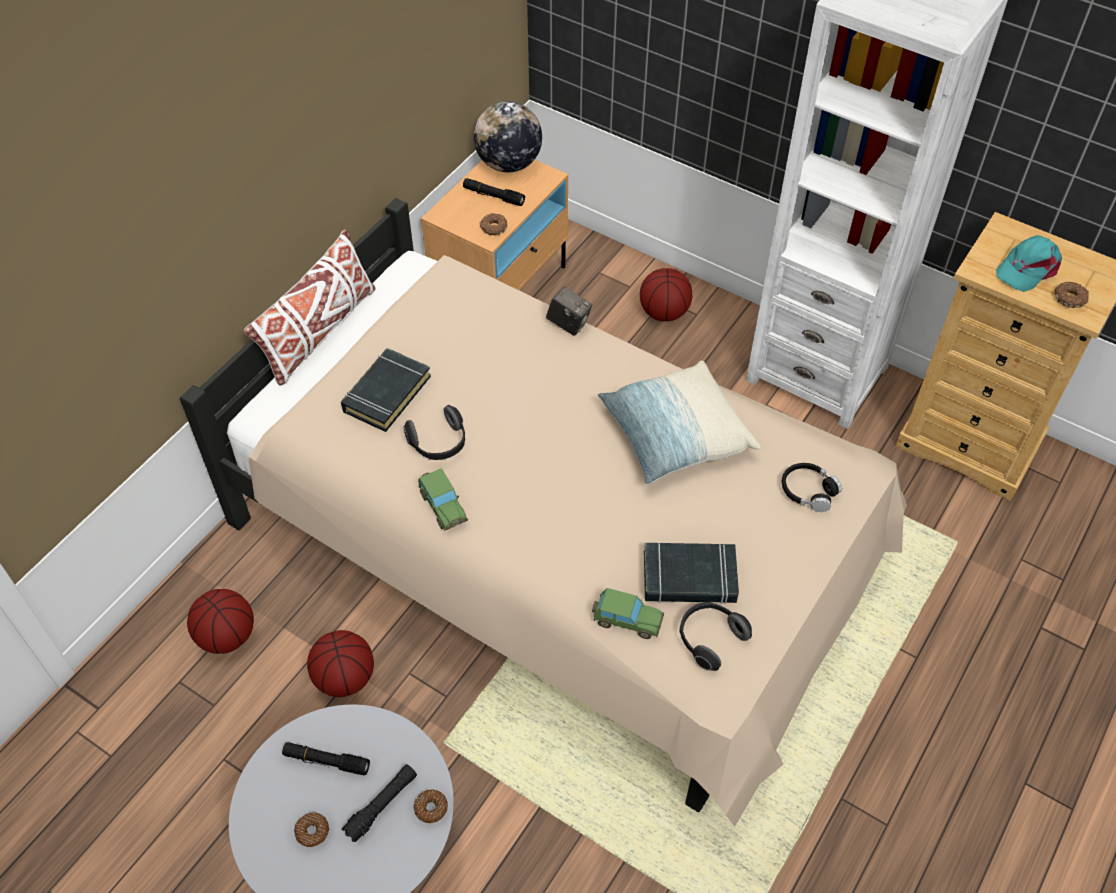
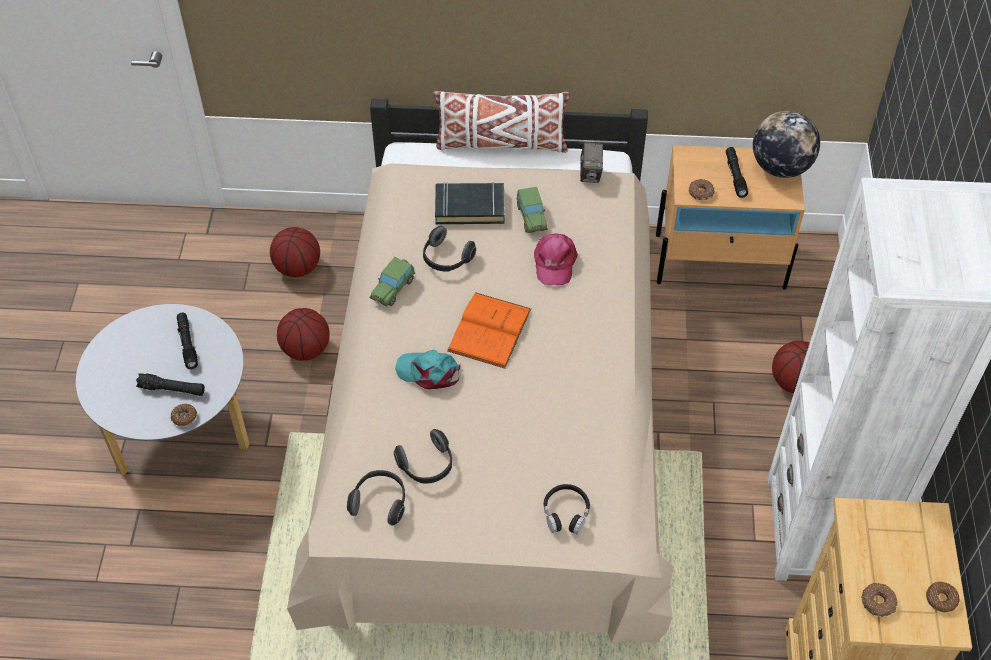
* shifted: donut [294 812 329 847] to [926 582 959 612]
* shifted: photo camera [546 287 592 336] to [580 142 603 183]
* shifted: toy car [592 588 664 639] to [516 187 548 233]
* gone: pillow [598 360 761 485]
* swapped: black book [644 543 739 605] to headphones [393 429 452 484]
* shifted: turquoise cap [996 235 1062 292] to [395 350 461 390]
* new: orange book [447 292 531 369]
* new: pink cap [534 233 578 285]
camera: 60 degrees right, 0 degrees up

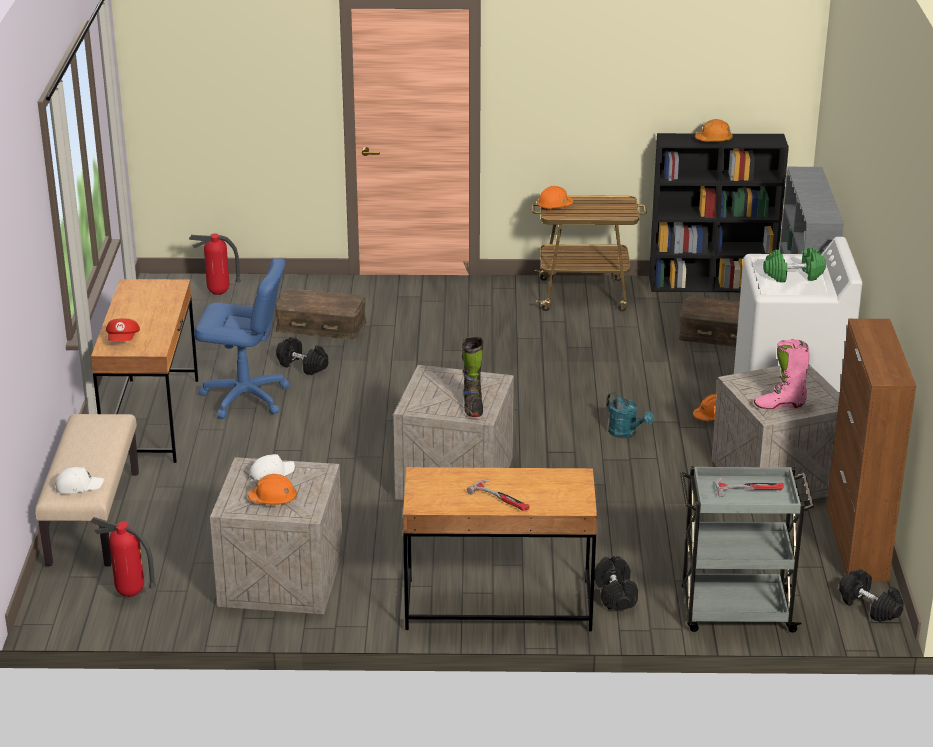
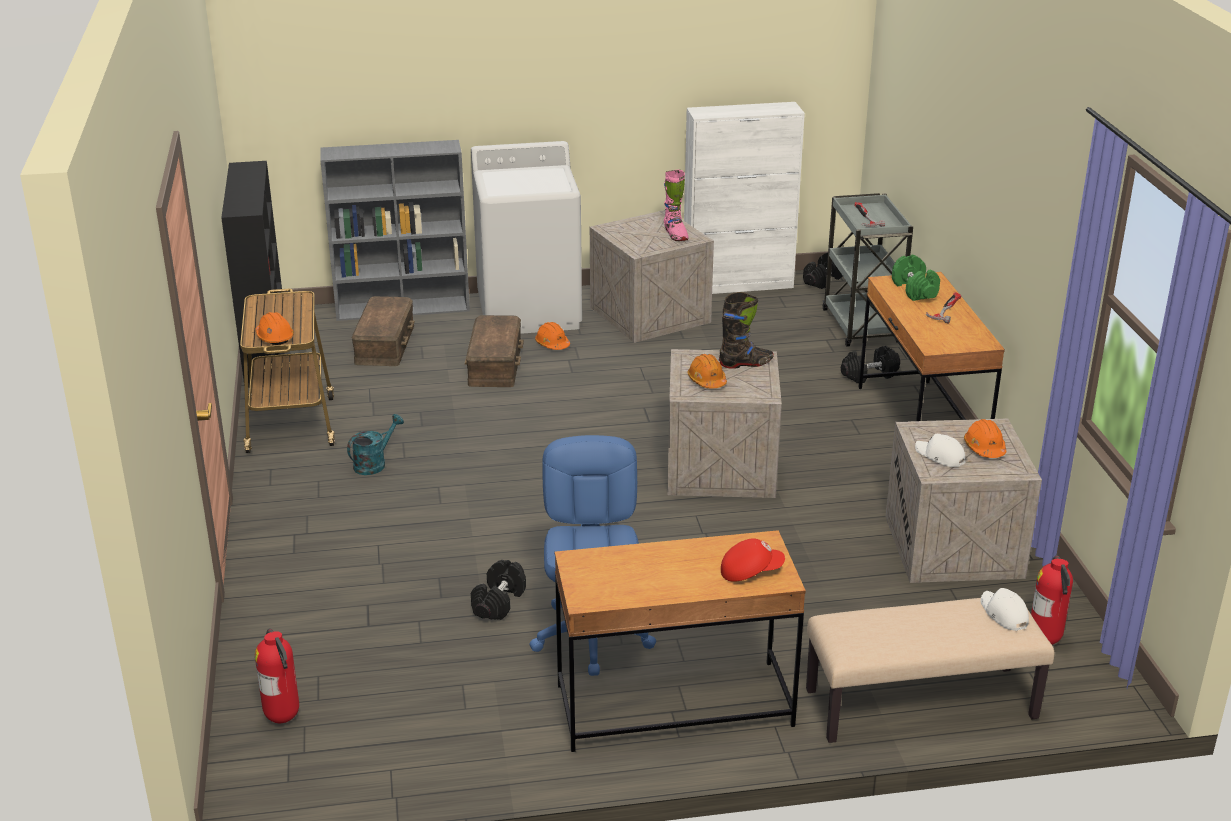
* shifted: brown storage box [275 289 366 340] to [465 315 524 387]
* shifted: turquoise watering can [607 392 654 438] to [347 414 404 475]
* shifted: orange hard hat [695 119 733 142] to [688 354 727 388]
* shifted: green dumbbell [763 248 826 282] to [892 255 940 301]
* repainted: brown cabinet [826 319 916 581] to white cabinet [684 102 805 294]
camera: 100 degrees left, 0 degrees up

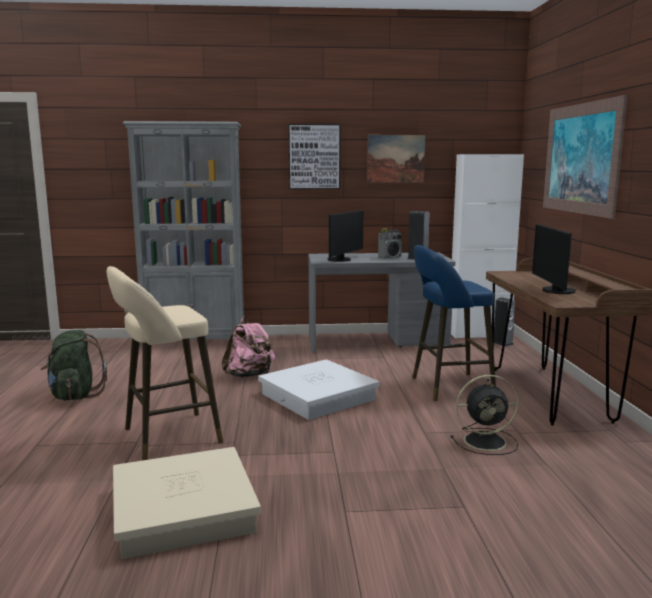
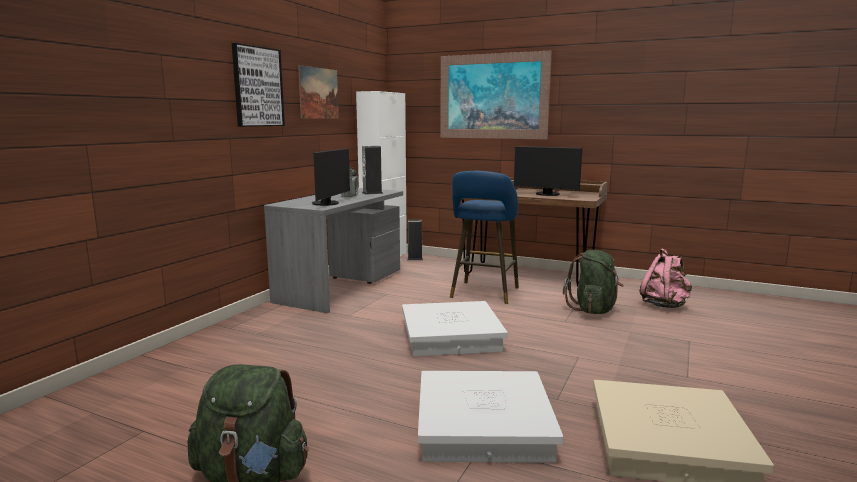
* swapped: beige stool [107 266 223 460] to white storage box [418 371 563 463]
* gone: grey bookcase [123 121 244 349]
* shifted: pink backpack [222 316 275 377] to [640 248 692 308]
* rotated: monitor [327 210 363 262] = [312 148 350 206] 45 degrees clockwise
* swapped: black fan [450 375 519 455] to green backpack [563 250 624 314]
camera: 60 degrees left, 0 degrees up

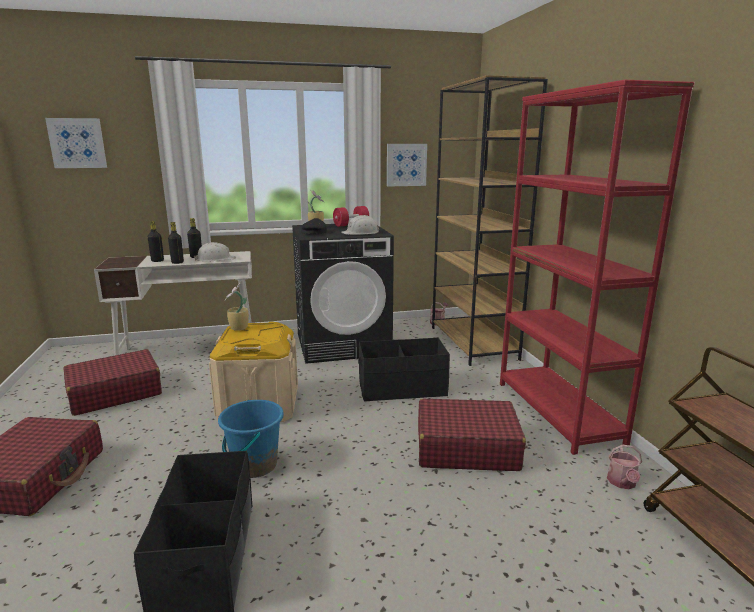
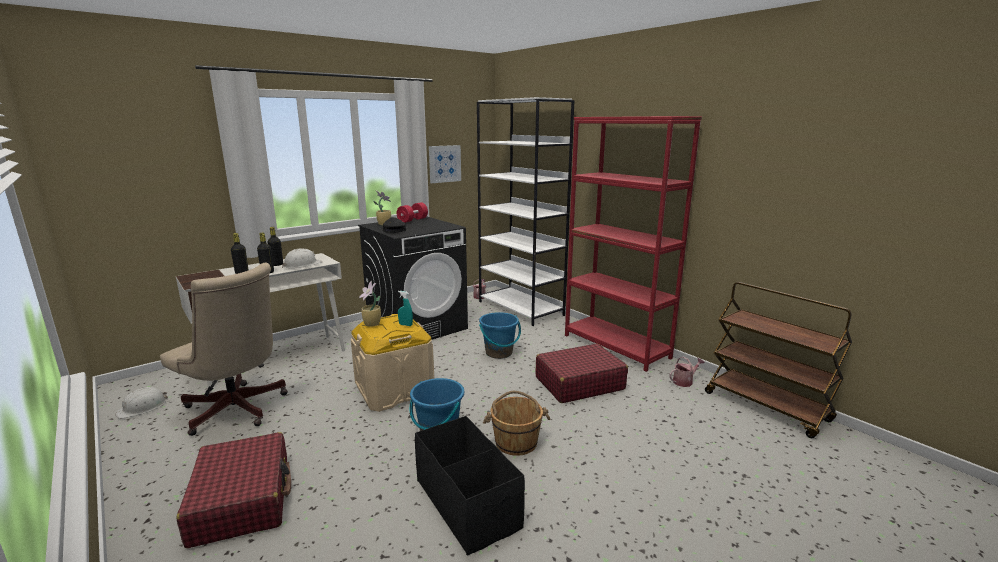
* gone: picture [45 118 107 168]
* swapped: red suitcase [63 349 162 416] to beige office chair [160 263 288 436]
* shifted: white hard hat [341 215 379 235] to [115 387 168 419]
* swapped: black storage box [358 338 450 402] to blue bucket [479 312 521 359]
* repainted: brown bookcase [432 75 548 366] to white bookcase [477 97 574 326]
* rotated: watering can [607 445 642 489] = [669 356 705 387] 105 degrees counterclockwise
* new: turquoise spray bottle [398 291 413 326]
* new: brown bucket [483 391 550 456]
camera: 25 degrees left, 0 degrees up

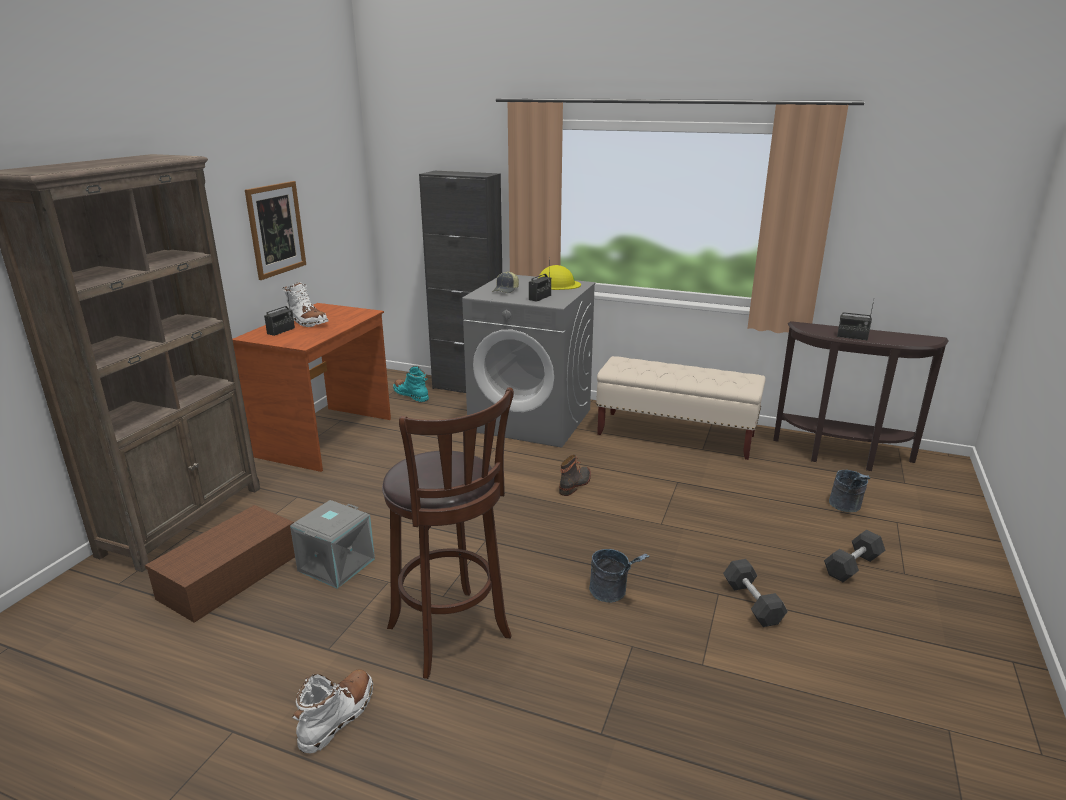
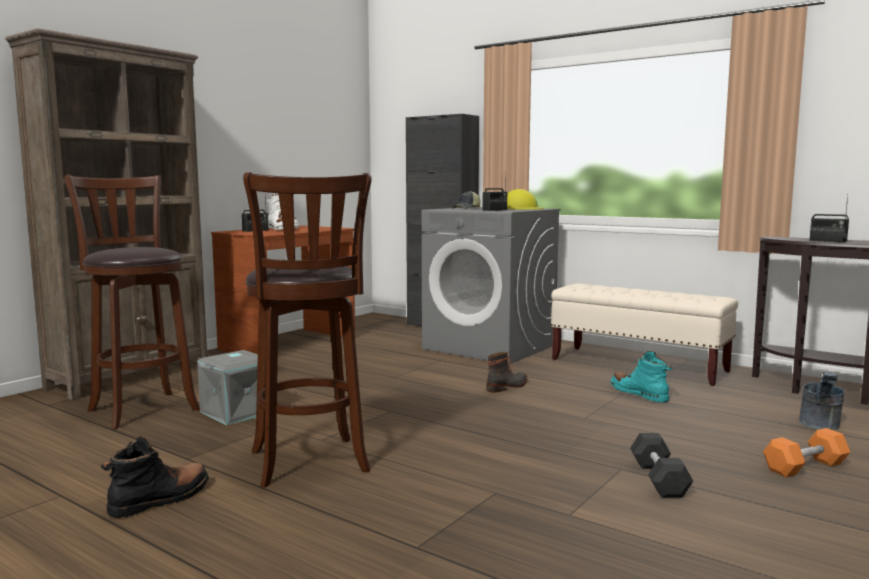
* swapped: brown storage box [145 505 295 623] to brown stool [64 175 200 429]
* gone: picture [245 181 306 280]
* repainted: white boot [292 669 373 754] to black boot [100 437 209 518]
* shifted: turquoise boot [393 366 429 402] to [610 351 673 402]
* gone: grey bucket [589 549 650 602]
* repainted: black dumbbell [824 530 886 582] to orange dumbbell [763 428 850 477]
camera: 15 degrees right, 15 degrees down

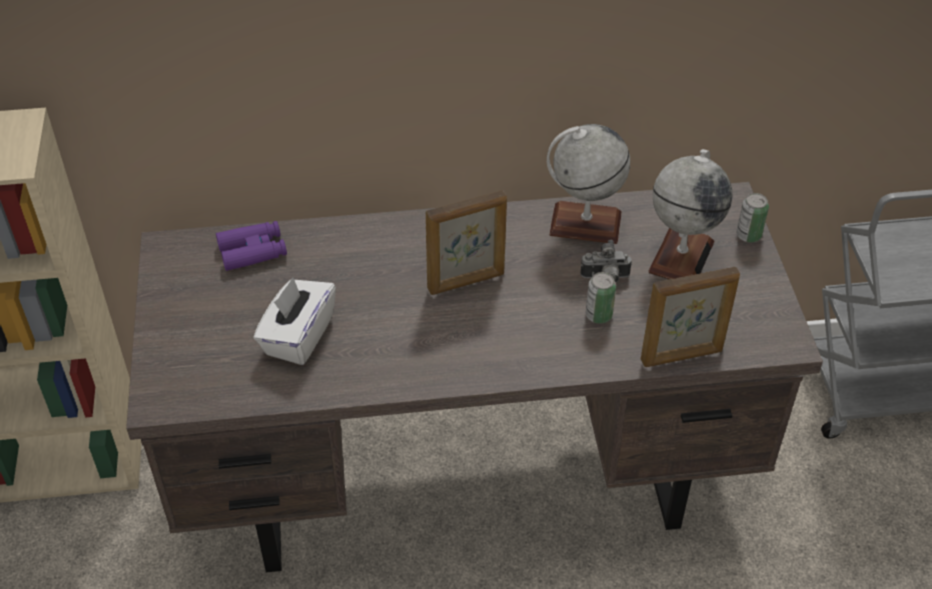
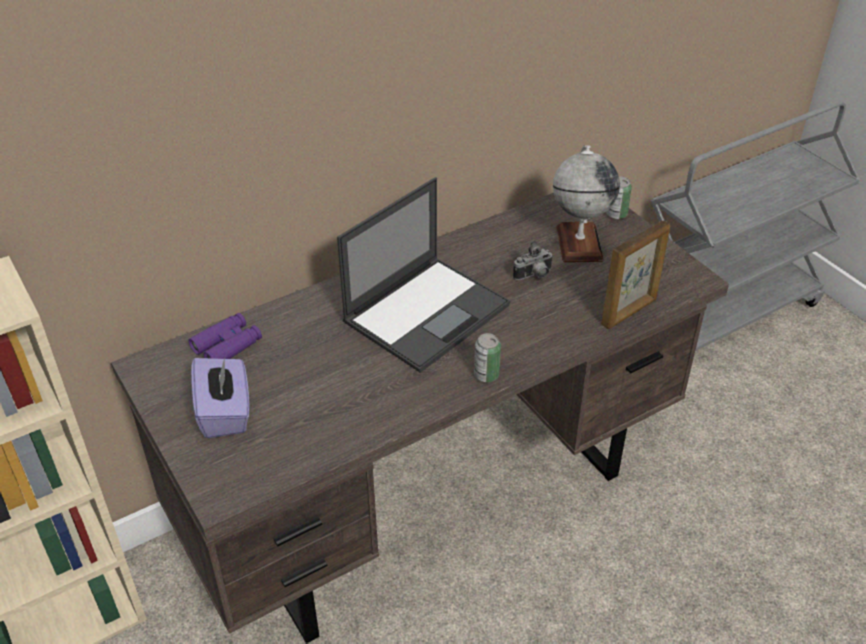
* gone: white tissue box [254 277 336 365]
* swapped: picture frame [425 190 507 295] to laptop [337 177 510 373]
* gone: globe [547 124 630 244]
* shifted: can [586 272 616 324] to [474 333 501 382]
* new: purple tissue box [191 358 250 438]
camera: 25 degrees left, 5 degrees down

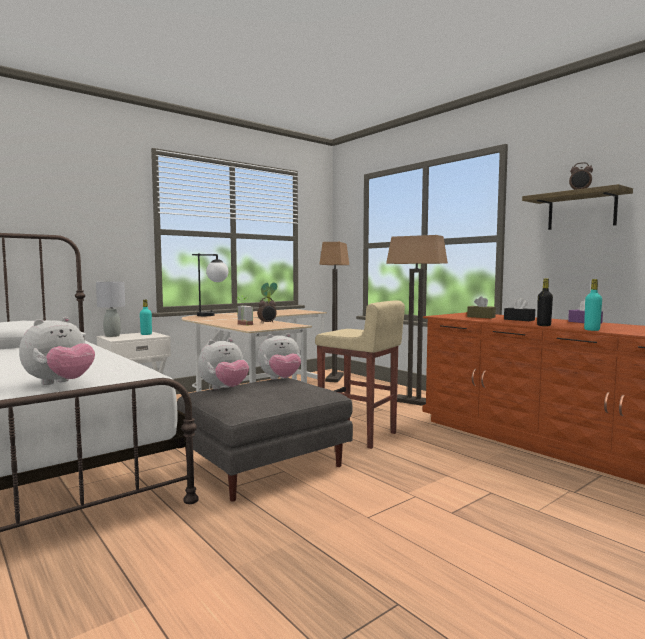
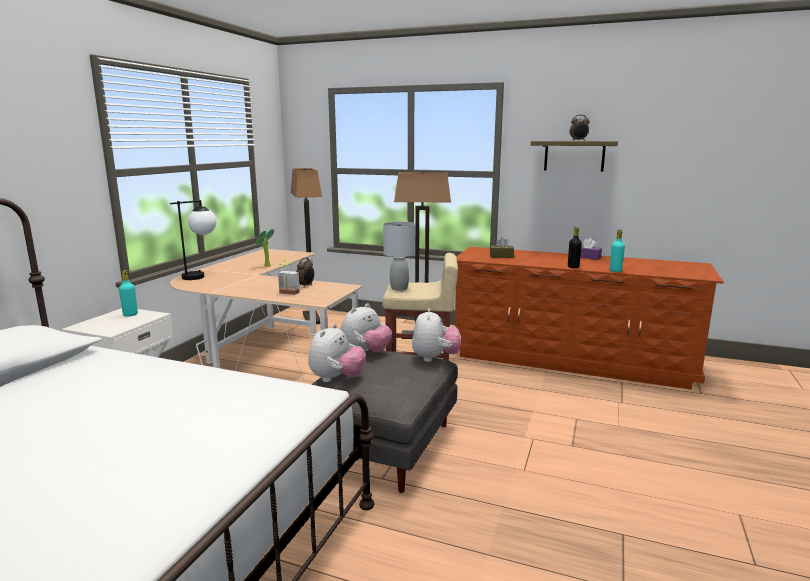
* shifted: plush toy [19 317 95 385] to [412 308 461 362]
* shifted: grey table lamp [96 282 125 337] to [383 221 415 291]
* gone: black tissue box [504 298 535 321]
camera: 30 degrees left, 10 degrees up

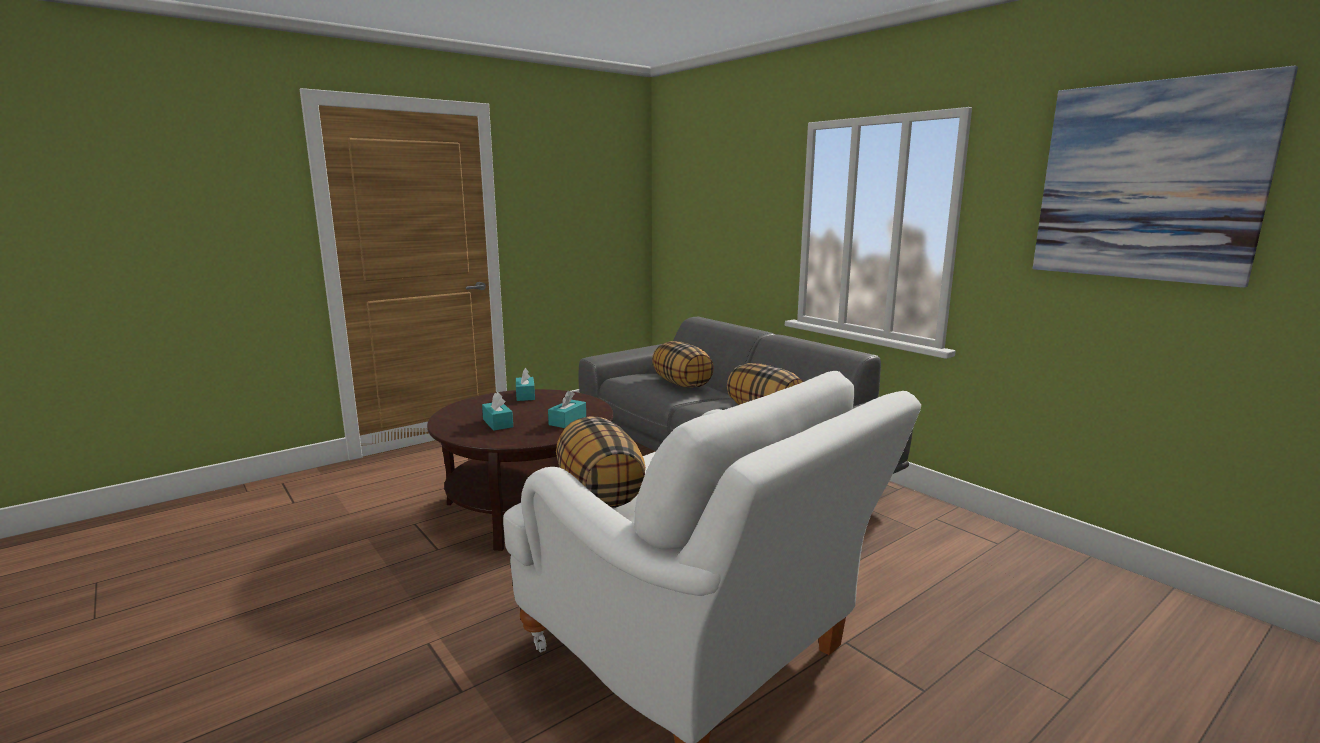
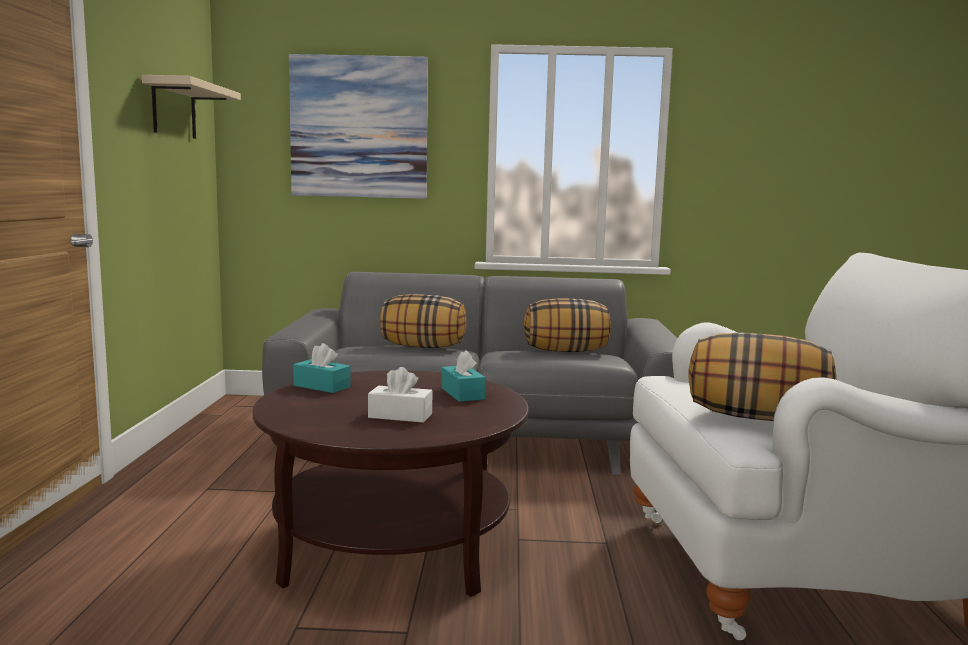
* repainted: turquoise tissue box [482 392 513 431] to white tissue box [368 367 432 423]
* shifted: picture [1032 66 1298 288] to [289 54 428 199]
* new: beige shelf [142 75 241 139]
camera: 50 degrees left, 5 degrees down

